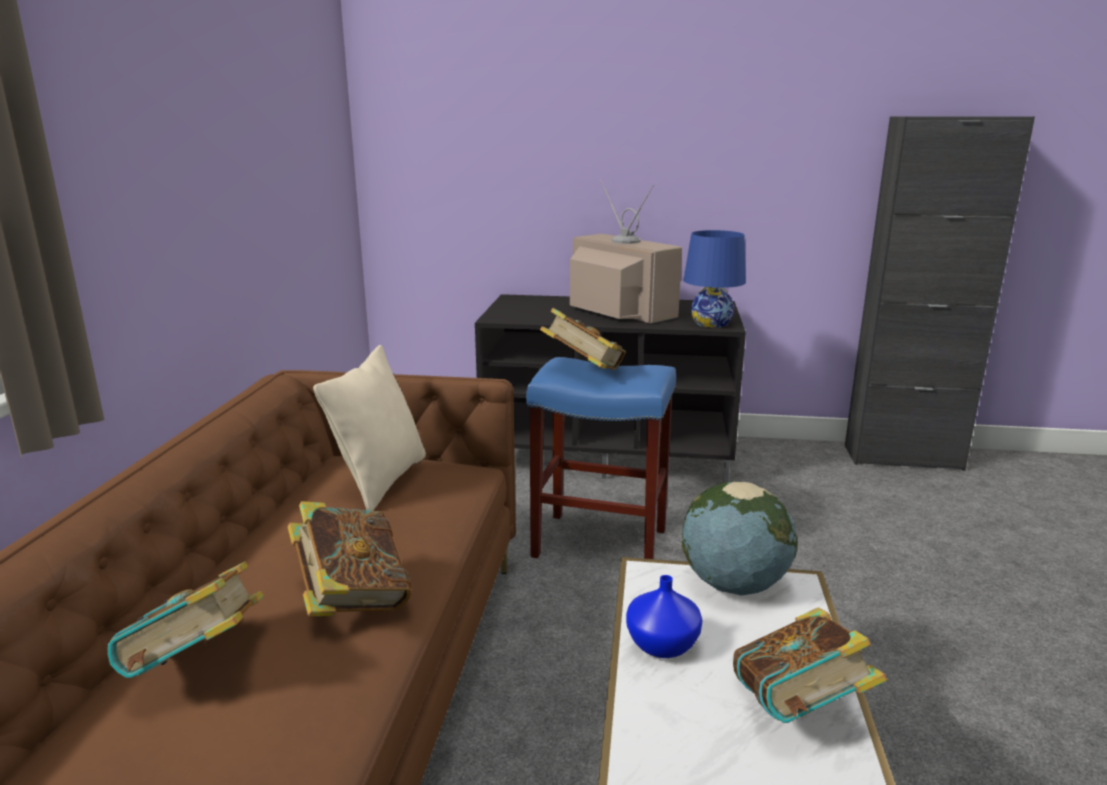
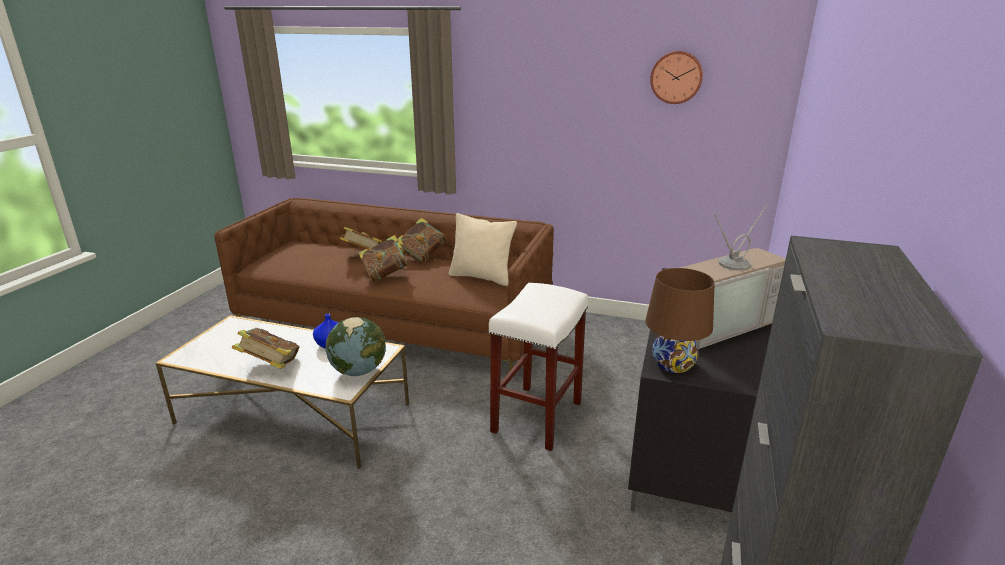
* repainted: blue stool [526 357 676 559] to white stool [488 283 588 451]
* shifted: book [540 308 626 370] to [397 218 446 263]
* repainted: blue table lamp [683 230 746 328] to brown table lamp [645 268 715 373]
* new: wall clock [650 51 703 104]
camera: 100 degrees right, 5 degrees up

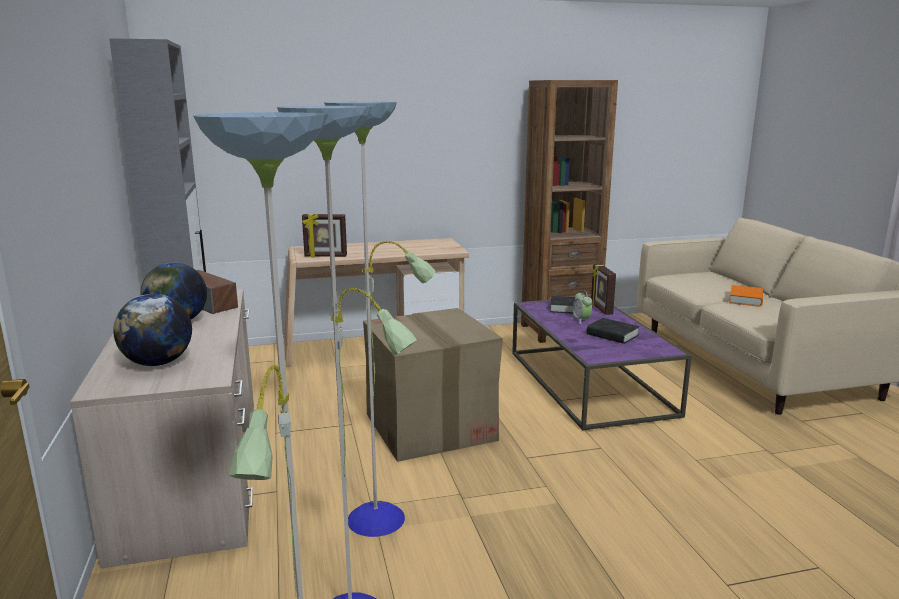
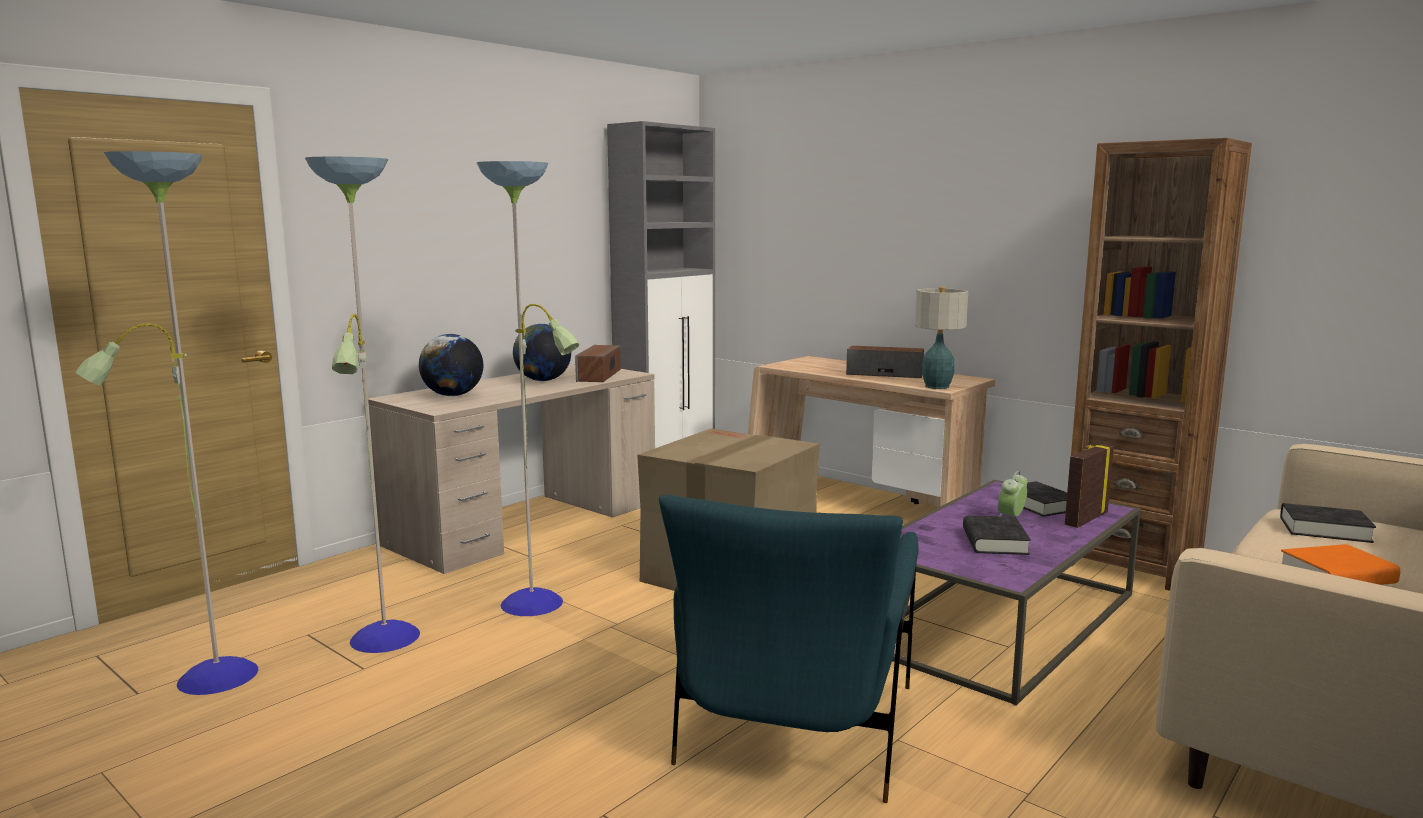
* gone: picture frame [302 214 347 257]
* new: blue armchair [659 495 919 803]
* new: speaker [846 346 924 378]
* new: table lamp [915 287 968 389]
* new: black book [1280 503 1376 543]
camera: 55 degrees right, 5 degrees down

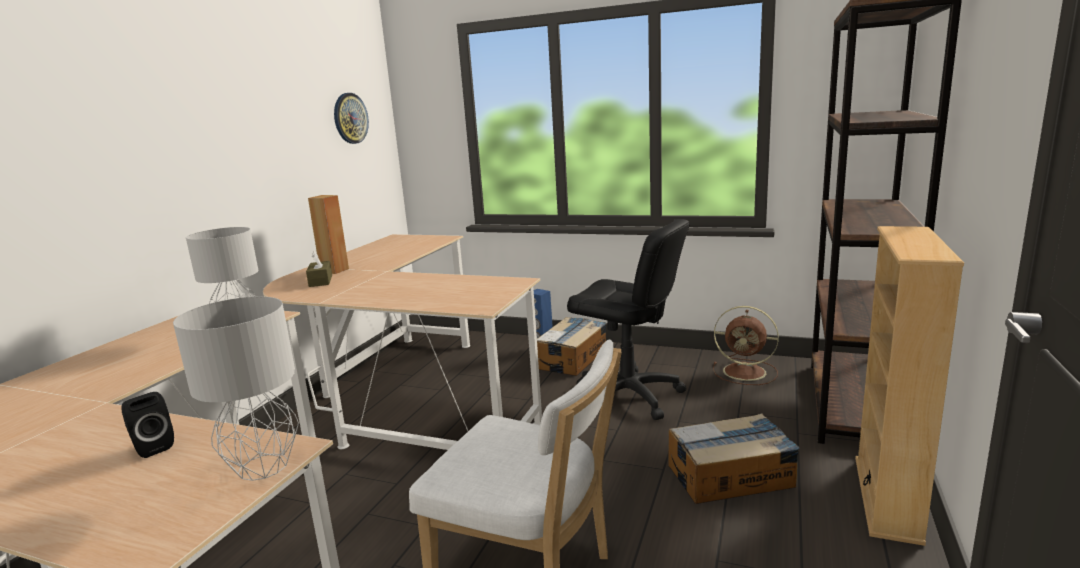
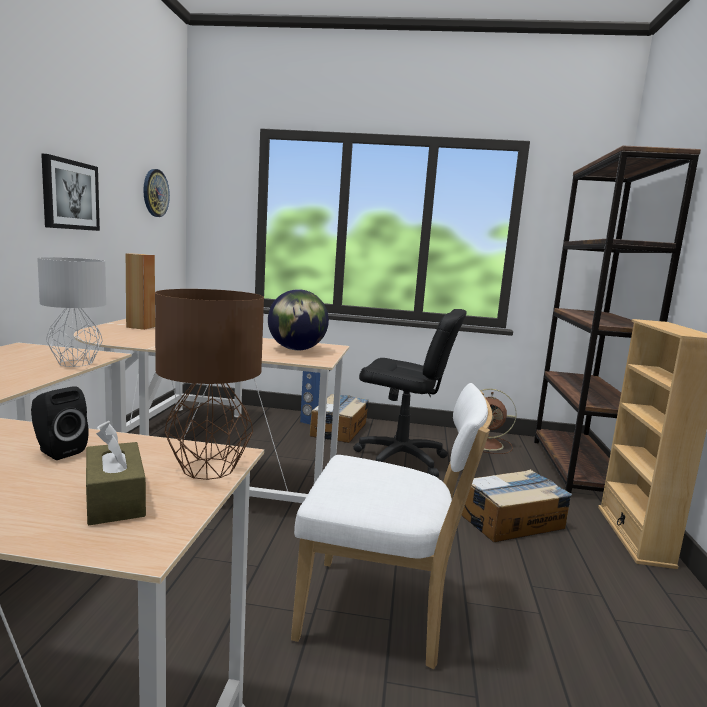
* repainted: grey table lamp [173 297 299 481] to brown table lamp [155 289 264 480]
* shifted: brown tissue box [306 251 332 287] to [86 423 146 525]
* new: picture [41 154 100 231]
* new: globe [268 289 329 351]
camera: 15 degrees left, 5 degrees down

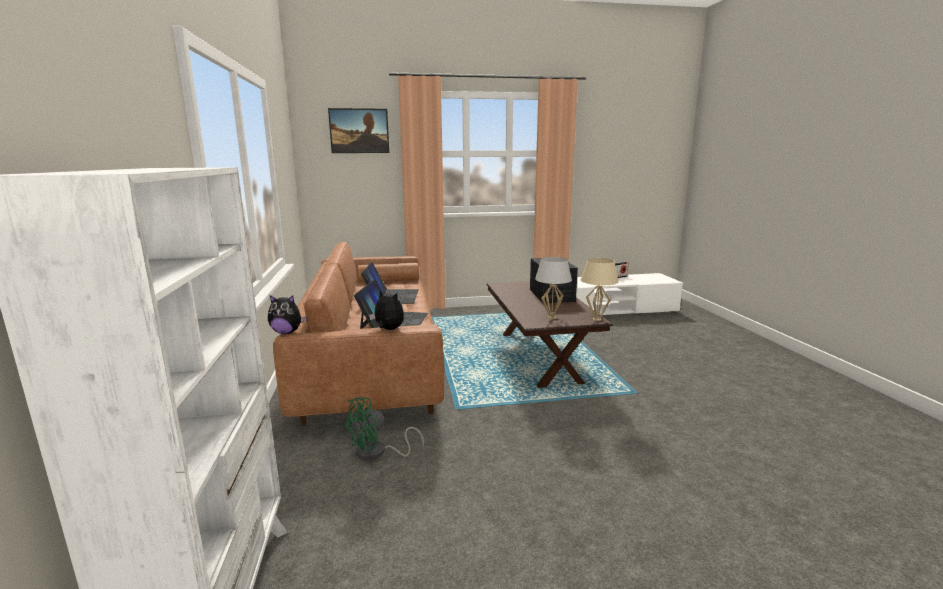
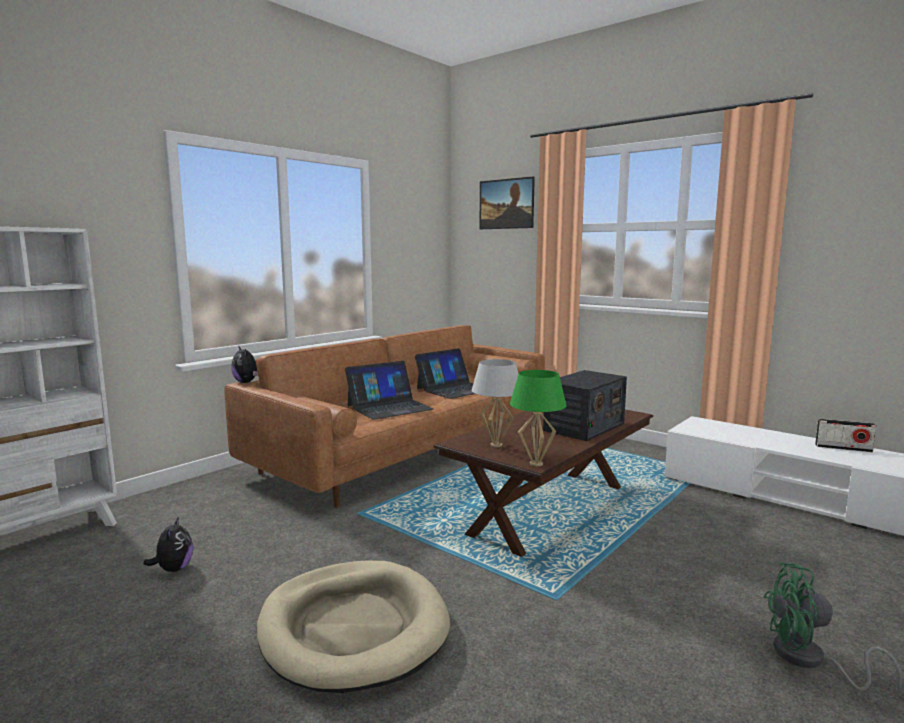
* shifted: green fan [343 397 424 461] to [764 562 902 693]
* shifted: plush toy [369 290 404 330] to [143 516 193 572]
* repainted: beige table lamp [581 258 619 321] to green table lamp [510 370 566 466]
* new: beige dog bed [257 561 450 693]
camera: 50 degrees right, 5 degrees down

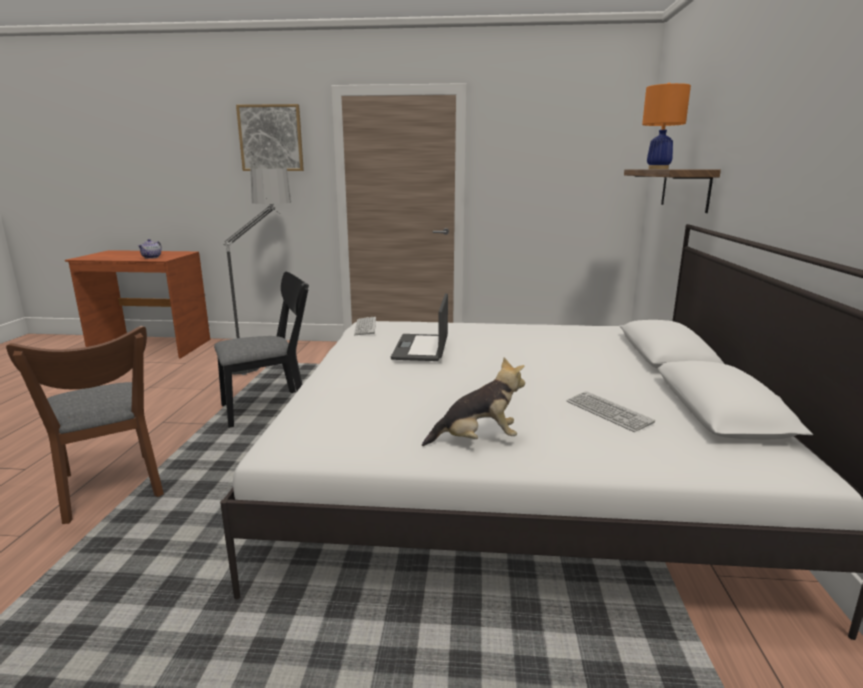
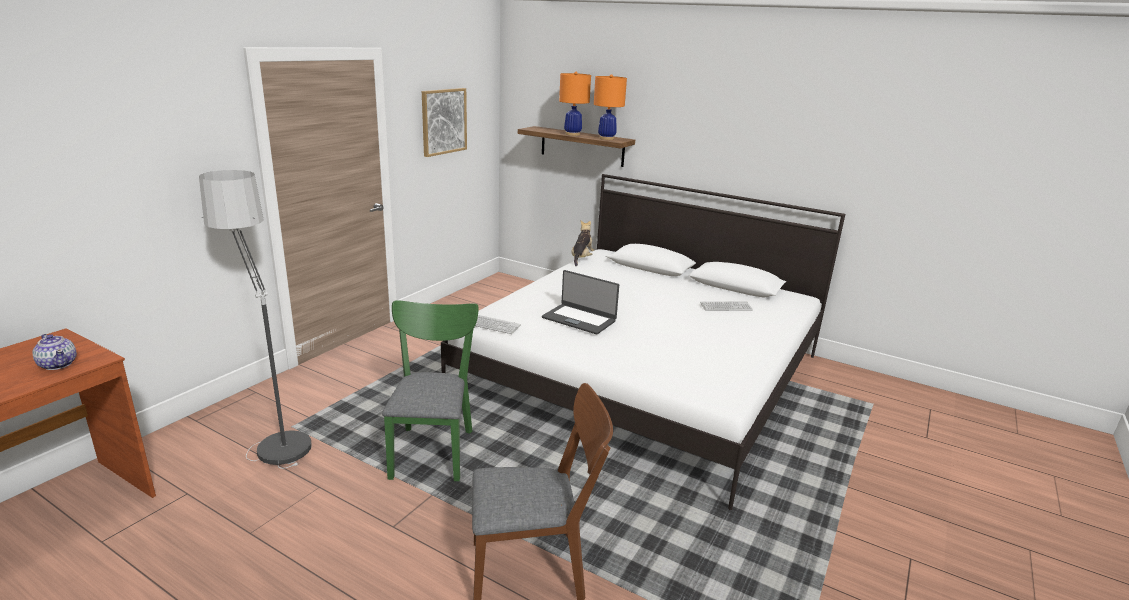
* repainted: black chair [214 272 309 428] to green chair [382 300 478 481]
* shifted: picture [236 104 304 171] to [422 88 467 157]
* shifted: plush toy [422 357 525 446] to [572 221 594 267]
* new: orange table lamp [594 74 627 140]
camera: 65 degrees left, 5 degrees up

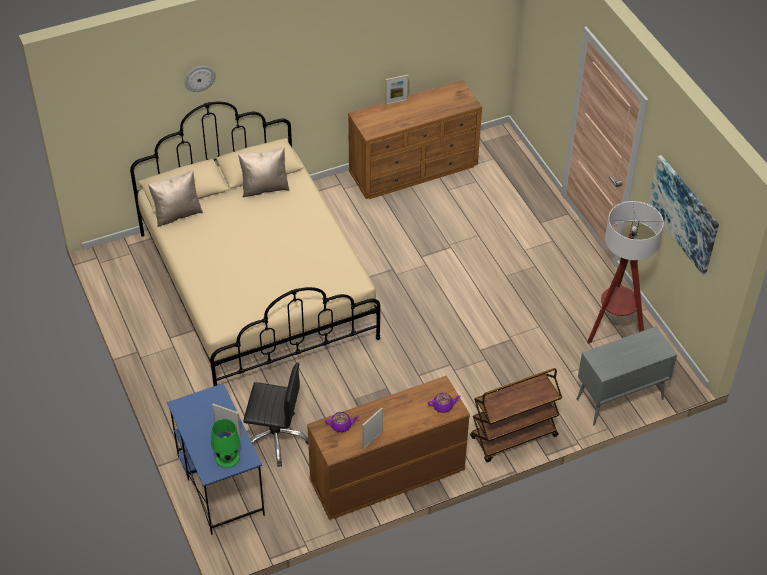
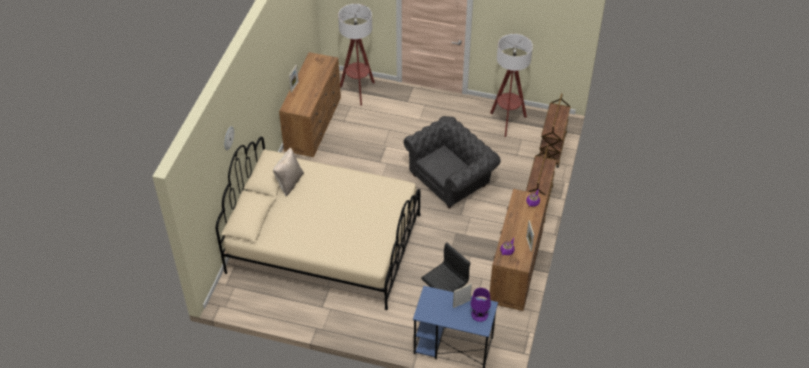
* gone: beige pillow [148 170 203 227]
* repainted: green table lamp [211 419 240 468] to purple table lamp [471 288 491 322]
* swapped: grey cabinet [576 326 677 425] to brown cart [539 93 571 168]
* gone: picture [648 155 719 275]
* new: floor lamp [338 4 375 105]
* new: grey armchair [404 116 501 208]
camera: 50 degrees left, 0 degrees up

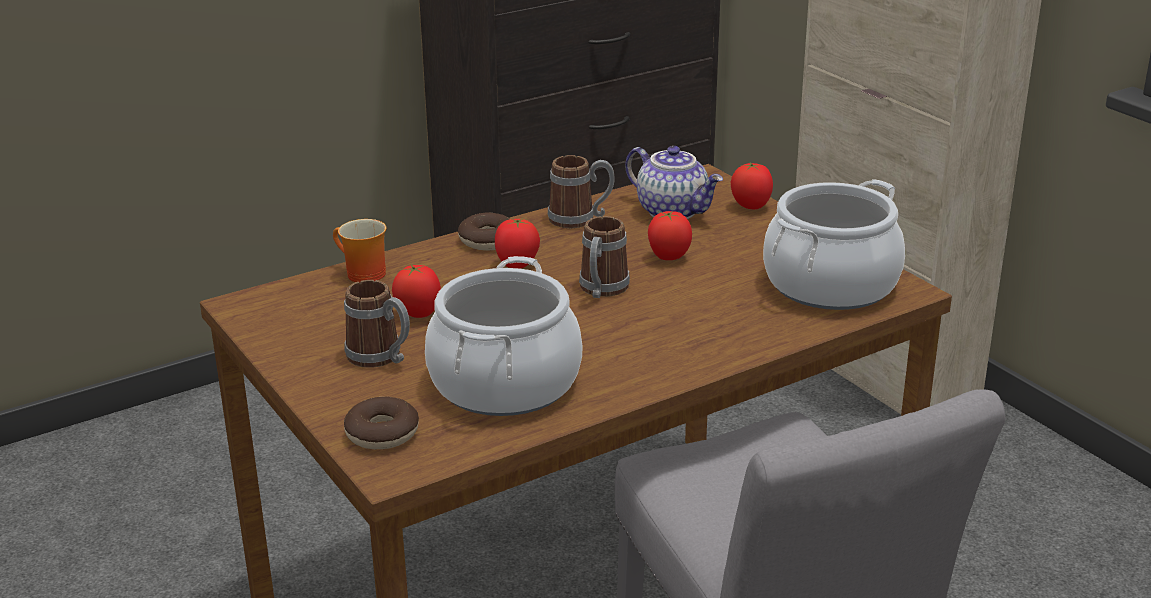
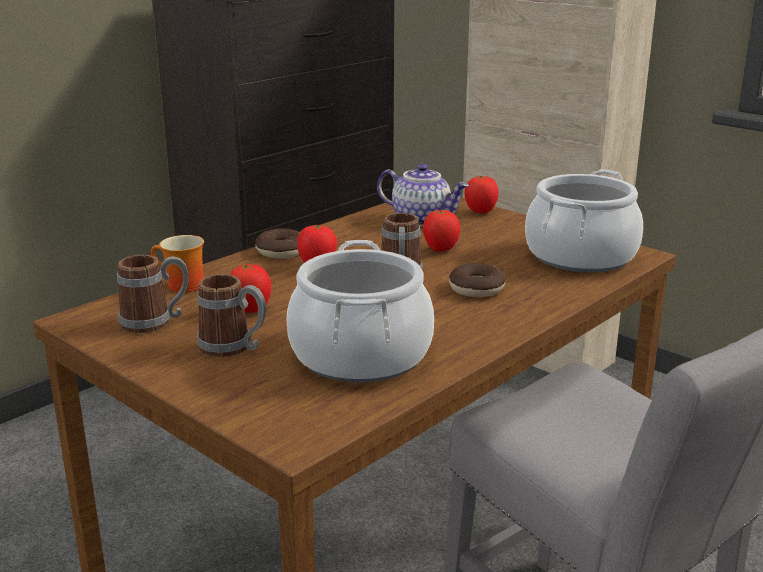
* shifted: donut [344 397 419 449] to [449 263 506 297]
* shifted: mug [548 155 615 228] to [117 255 189 333]
camera: 15 degrees left, 5 degrees down

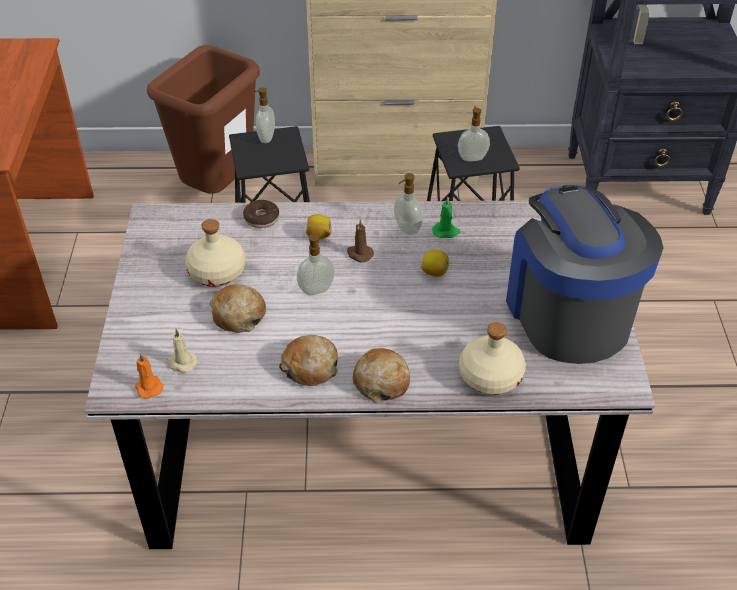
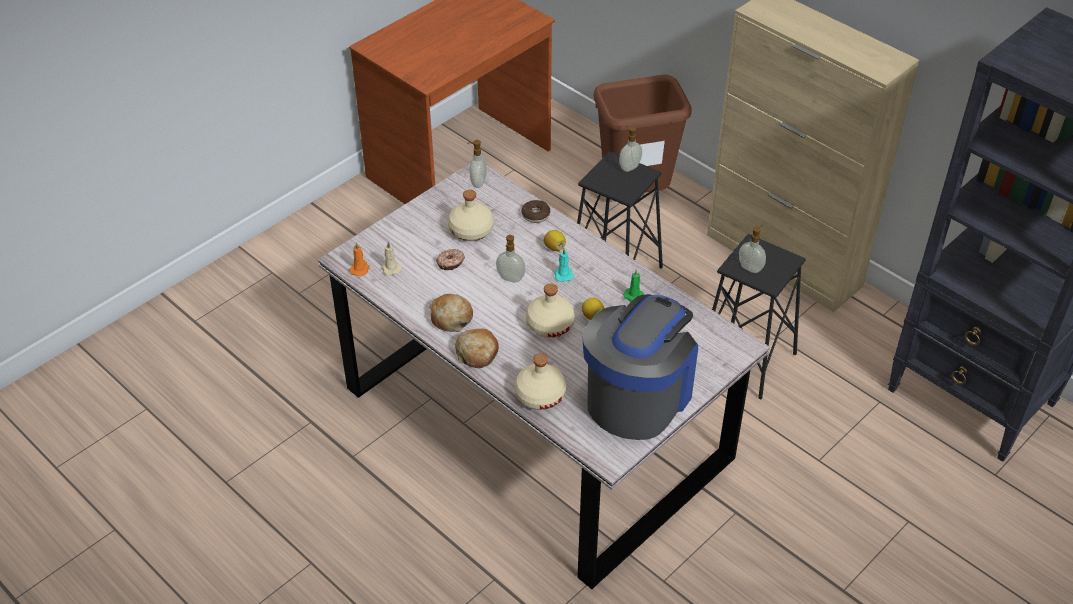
* swapped: bread [209 285 266 333] to donut [436 249 465 270]
* repainted: brown candle [347 220 374 262] to turquoise candle [554 248 574 282]
* shifted: soap dispenser [394 173 423 235] to [467 140 487 188]
* new: beige bottle [526 284 575 338]
camera: 45 degrees right, 0 degrees up

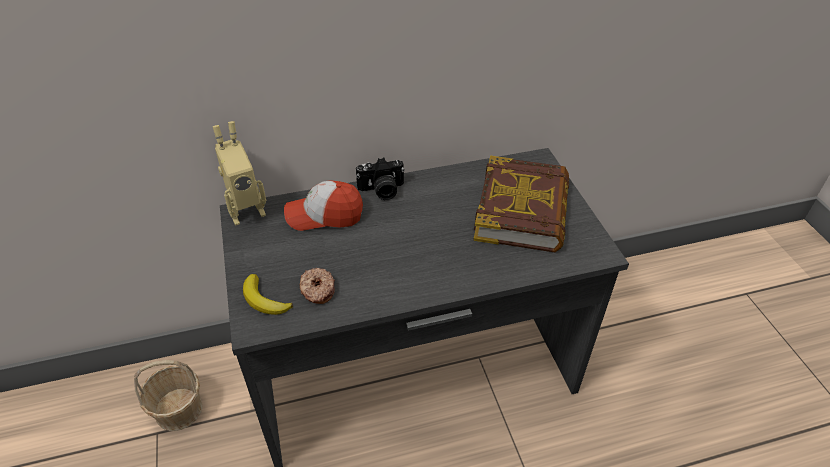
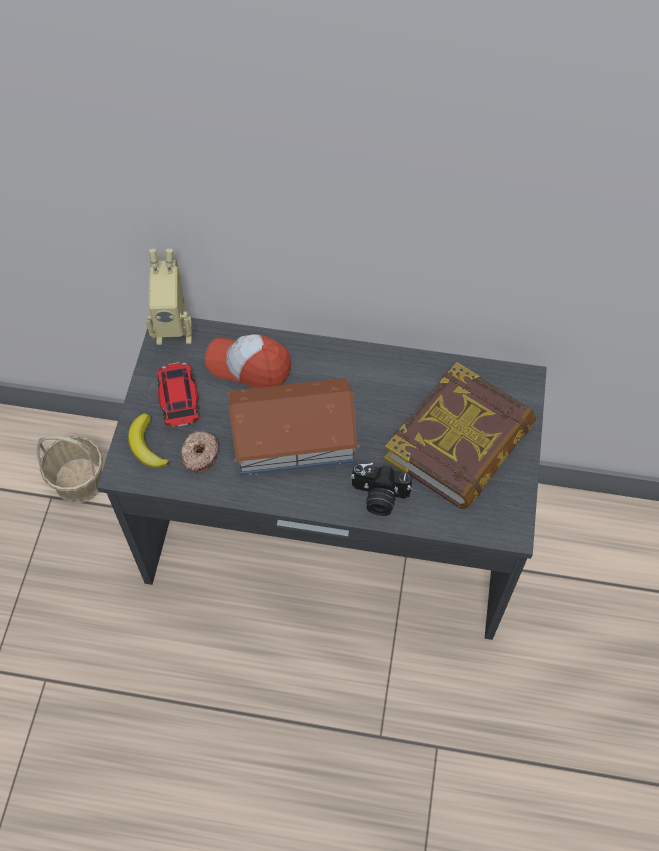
* shifted: photo camera [356 157 405 200] to [351 463 412 516]
* new: toy car [157 362 200 427]
* new: toy house [228 378 360 477]
camera: 25 degrees right, 15 degrees up

